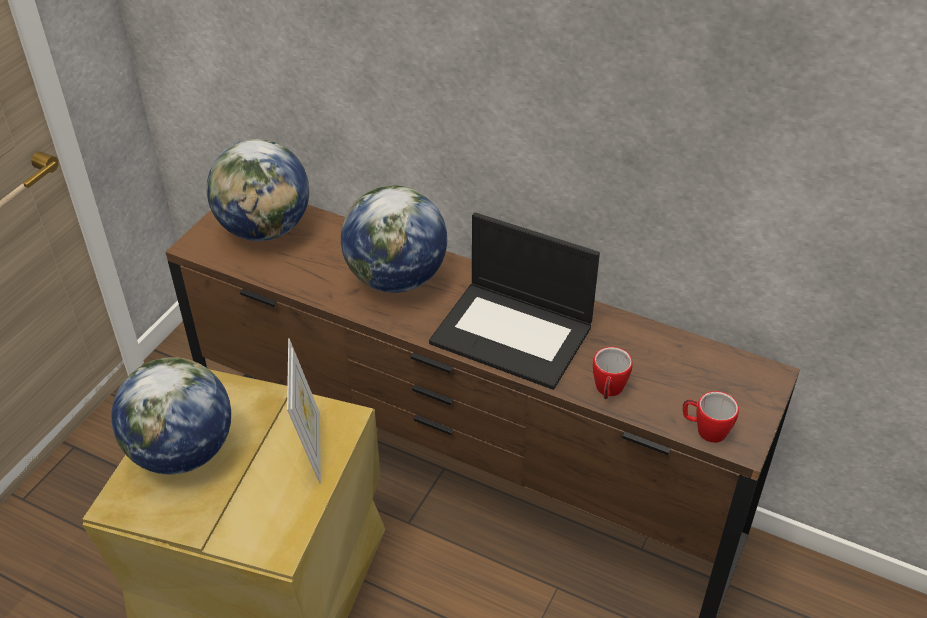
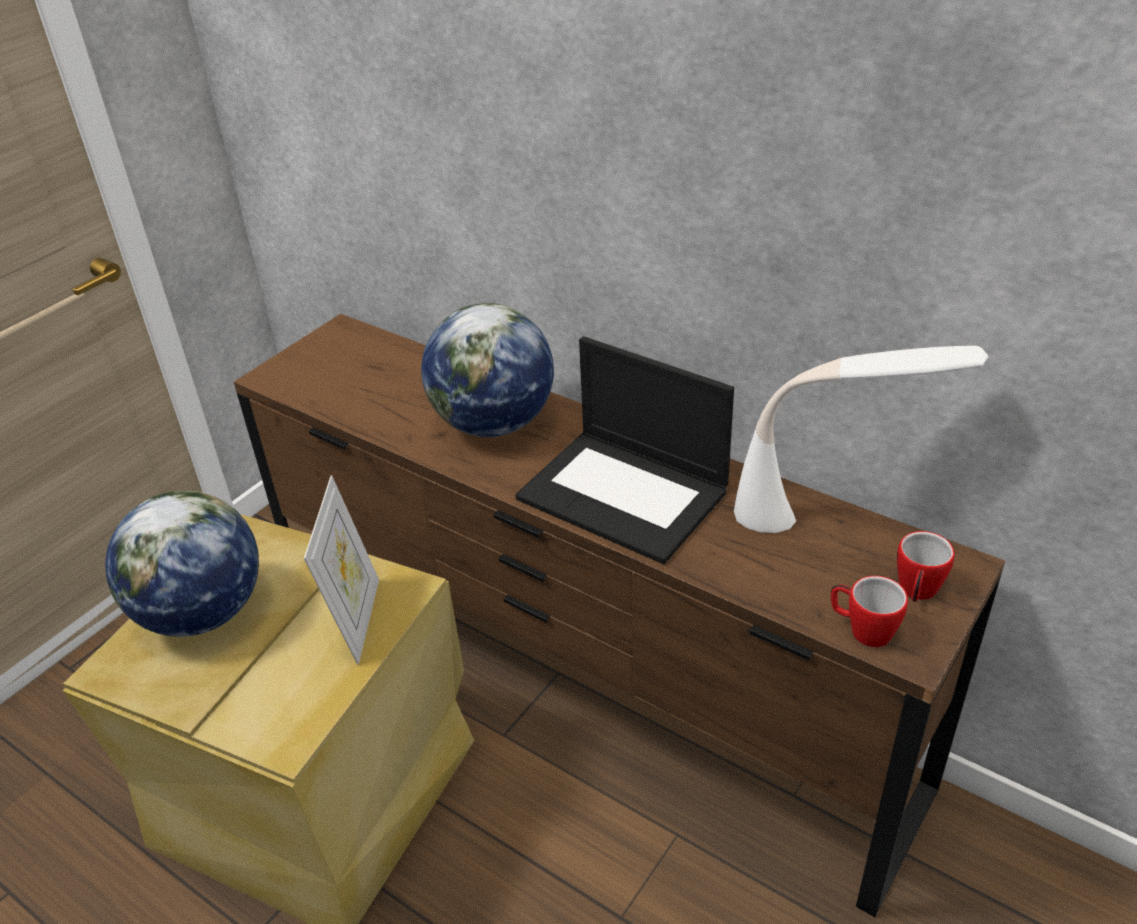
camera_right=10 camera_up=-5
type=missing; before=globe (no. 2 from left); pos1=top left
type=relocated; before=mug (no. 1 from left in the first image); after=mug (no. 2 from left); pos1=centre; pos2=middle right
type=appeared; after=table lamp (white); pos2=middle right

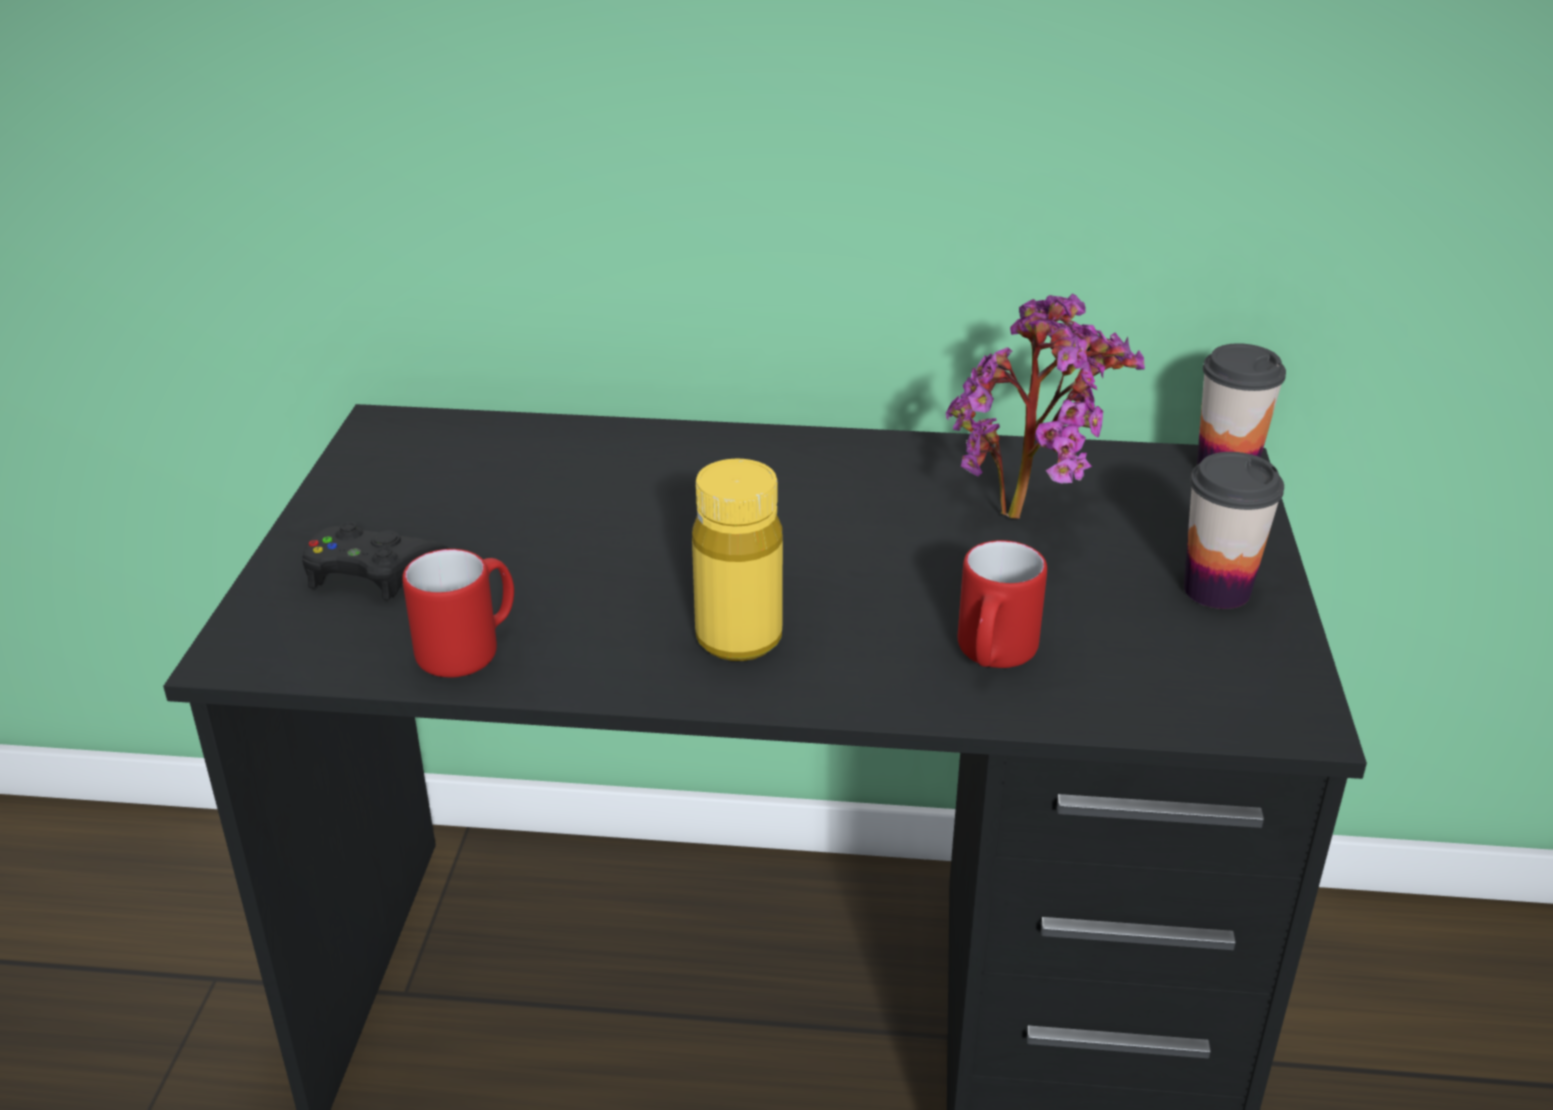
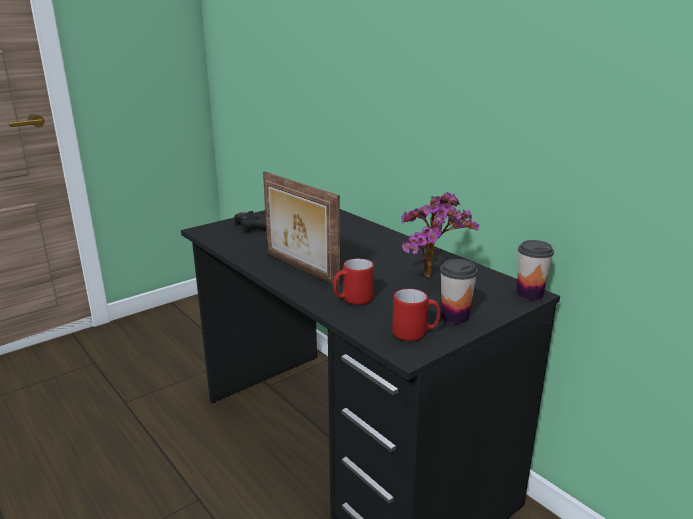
camera_right=45 camera_up=-10
type=relocated; before=mug (red) (no. 1 from left in the first image); after=mug (red) (no. 2 from left); pos1=middle left; pos2=centre
type=exchanged; before=bottle (yellow); after=picture frame; pos1=centre; pos2=centre

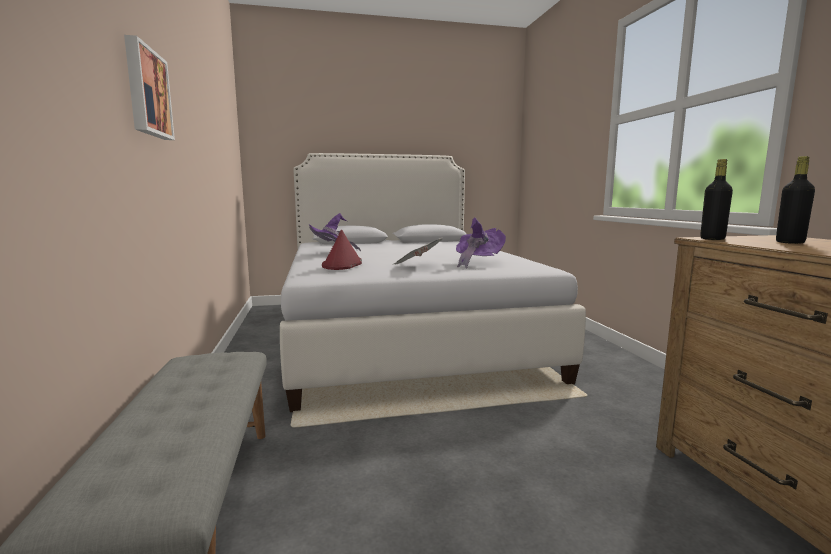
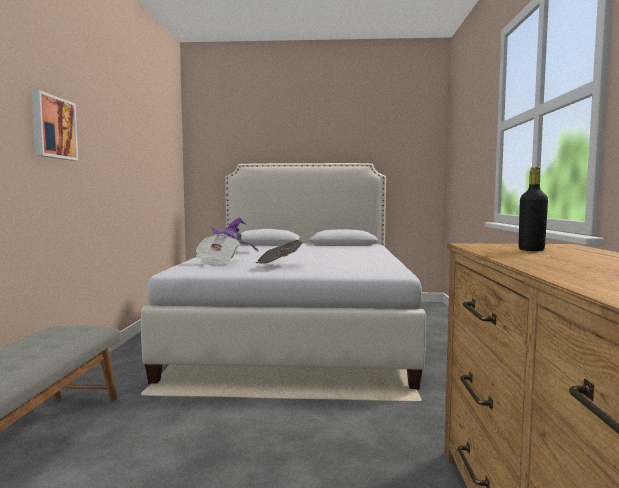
camera_right=15 camera_up=-5
type=exchanged; before=hat (red); after=newspaper (no. 1 from left); pos1=centre; pos2=centre
type=missing; before=hat (purple) (no. 2 from left); pos1=centre
type=missing; before=bottle (black) (no. 1 from left); pos1=middle right

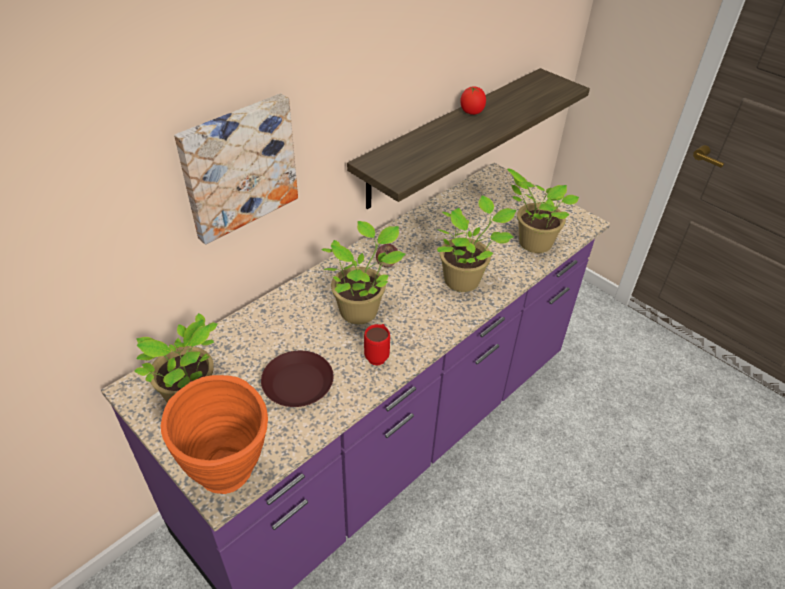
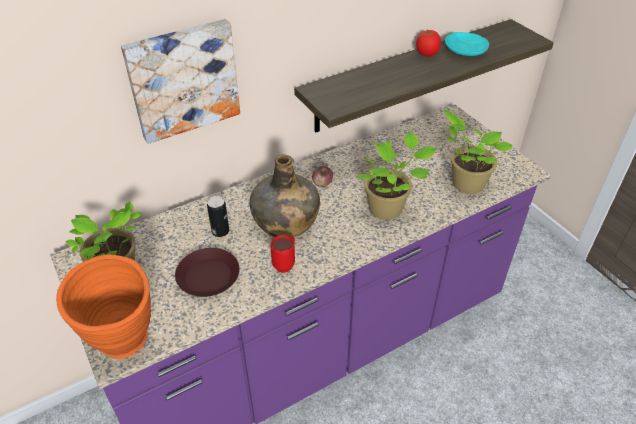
camera_right=15 camera_up=0
type=exchanged; before=potted plant (no. 2 from left); after=bottle (green); pos1=centre; pos2=centre
type=appeared; after=can; pos2=centre
type=appeared; after=plate (turquoise); pos2=top right

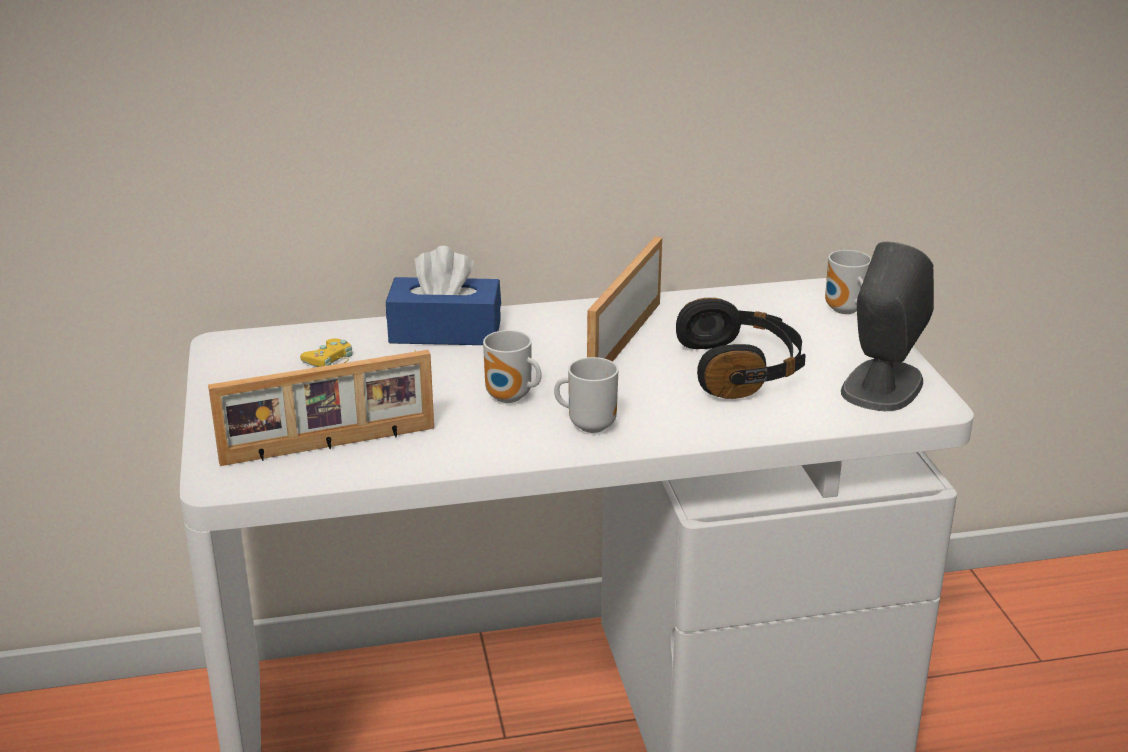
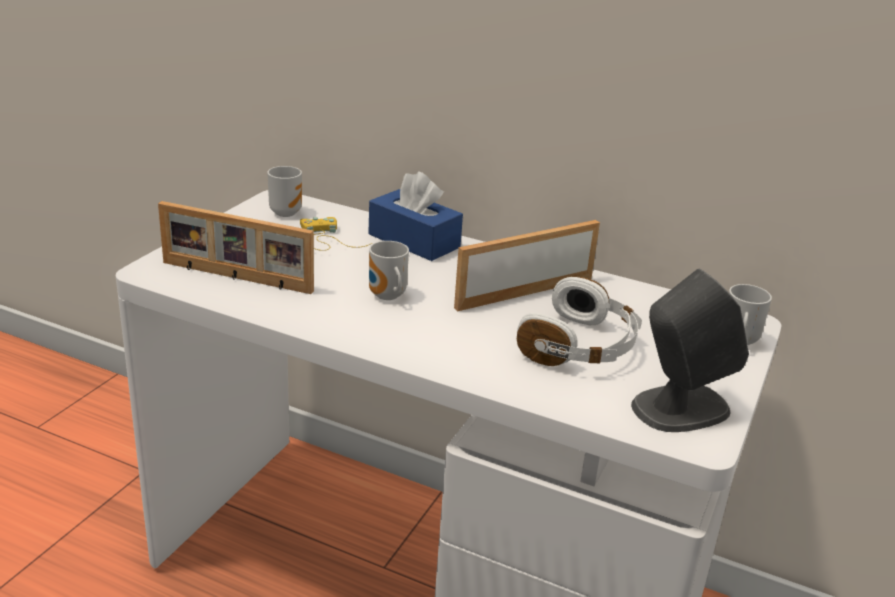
camera_right=35 camera_up=0
type=relocated; before=mug (no. 2 from left in the first image); after=mug (no. 1 from left); pos1=centre; pos2=top left
type=colour; before=headphones (black); after=headphones (white); pos1=centre; pos2=centre

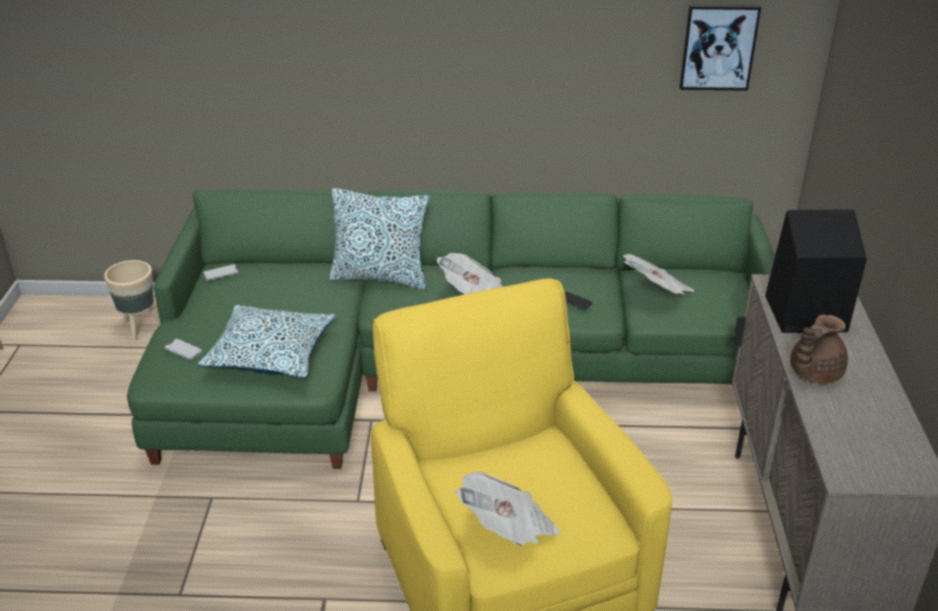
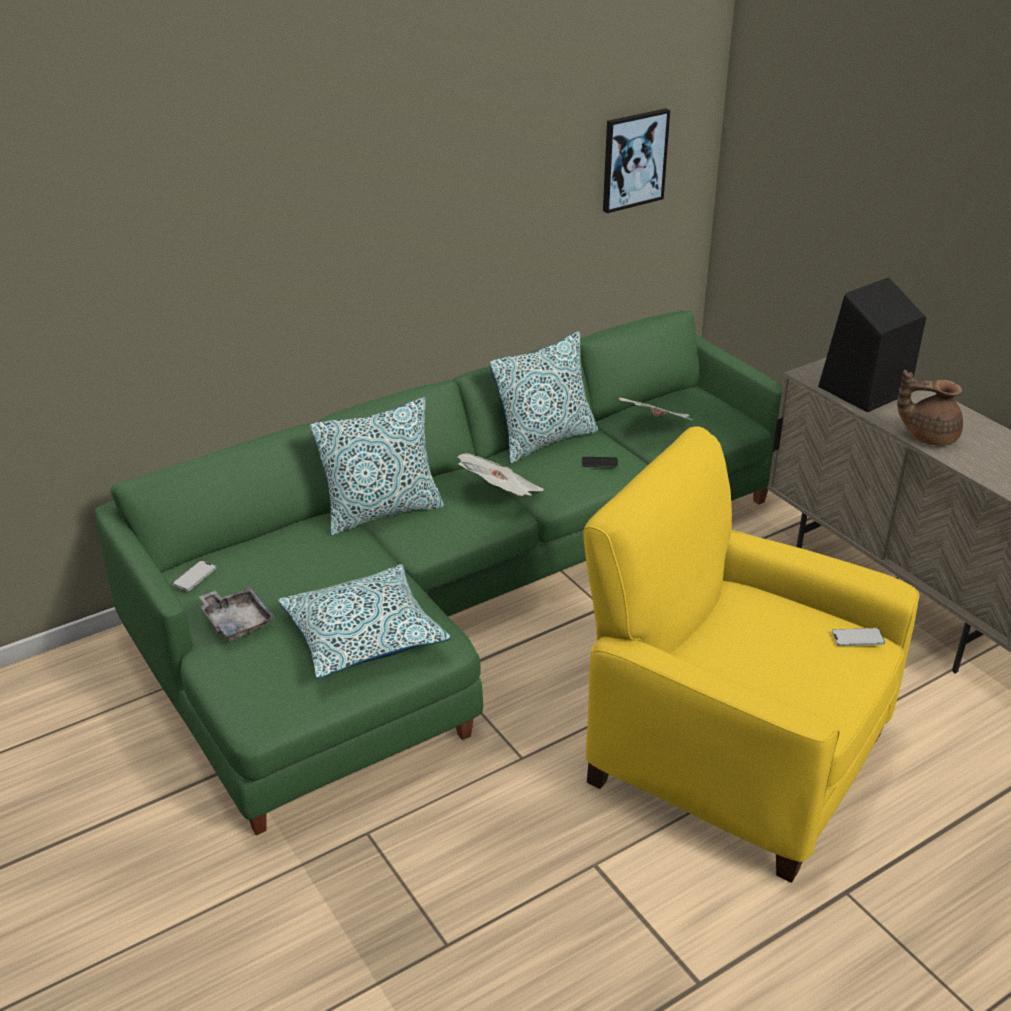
camera_right=-35 camera_up=0
type=missing; before=planter (beige); pos1=middle left
type=relocated; before=phone (no. 1 from left in the first image); after=phone (no. 3 from left); pos1=middle left; pos2=middle right
type=missing; before=newspaper (no. 2 from left); pos1=bottom centre
type=spun; before=teapot (brown); pos1=middle right; pos2=middle right; turn=90
type=appeared; after=tray (grey); pos2=middle left
type=appeared; after=pillow (no. 3 from left); pos2=centre

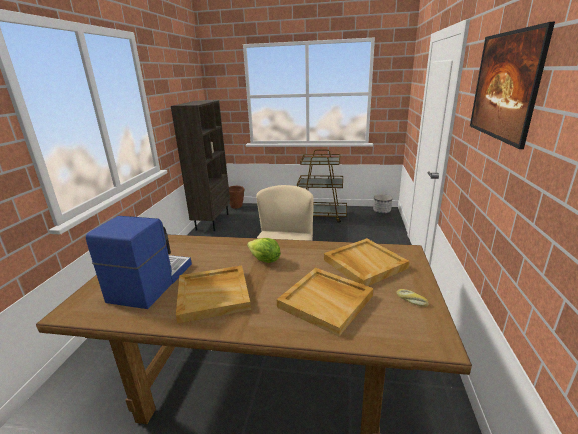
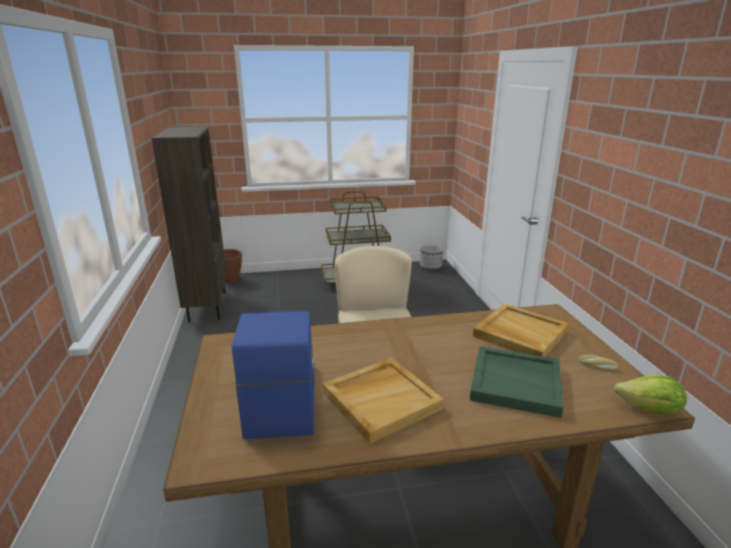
camera_right=-20 camera_up=0
type=relocated; before=lettuce; pos1=centre; pos2=bottom right
type=colour; before=tray (beige) (no. 2 from left); after=tray (green); pos1=bottom centre; pos2=bottom right
type=missing; before=picture; pos1=top right

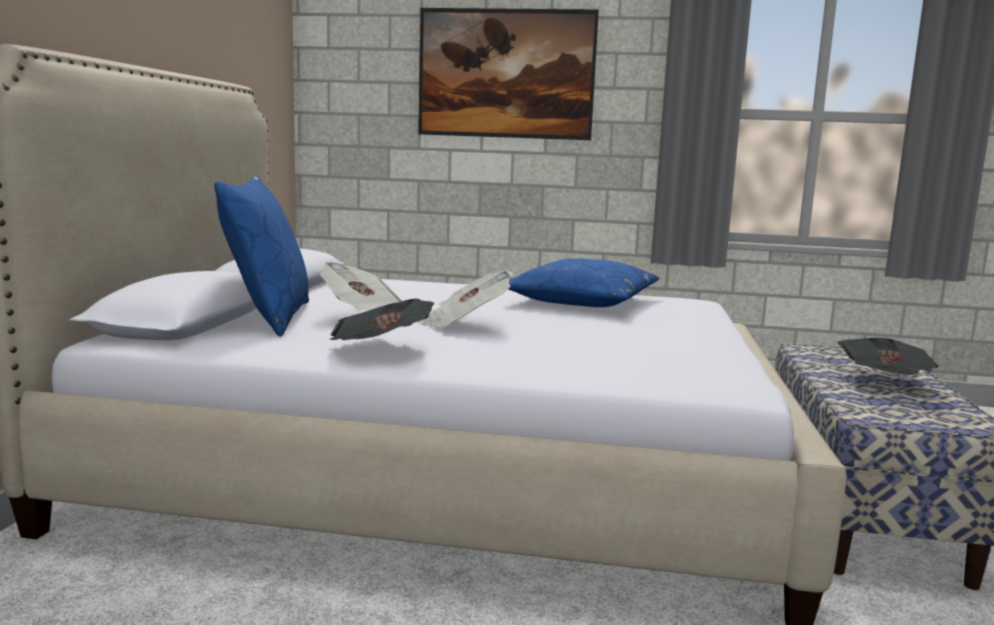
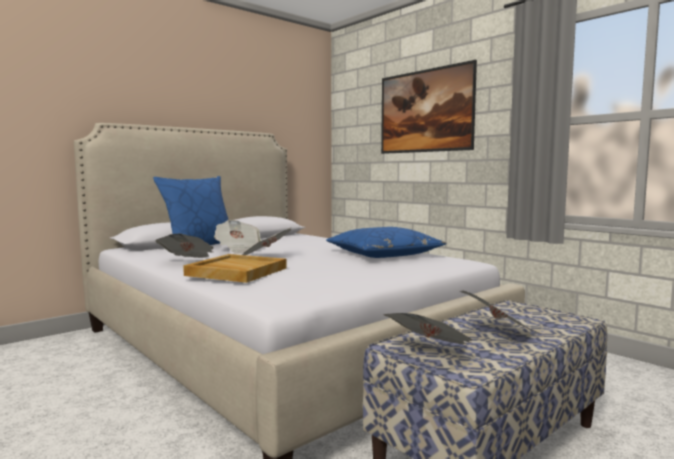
camera_right=40 camera_up=-5
type=appeared; after=tray (beige); pos2=centre
type=appeared; after=newspaper (no. 4 from left); pos2=bottom centre

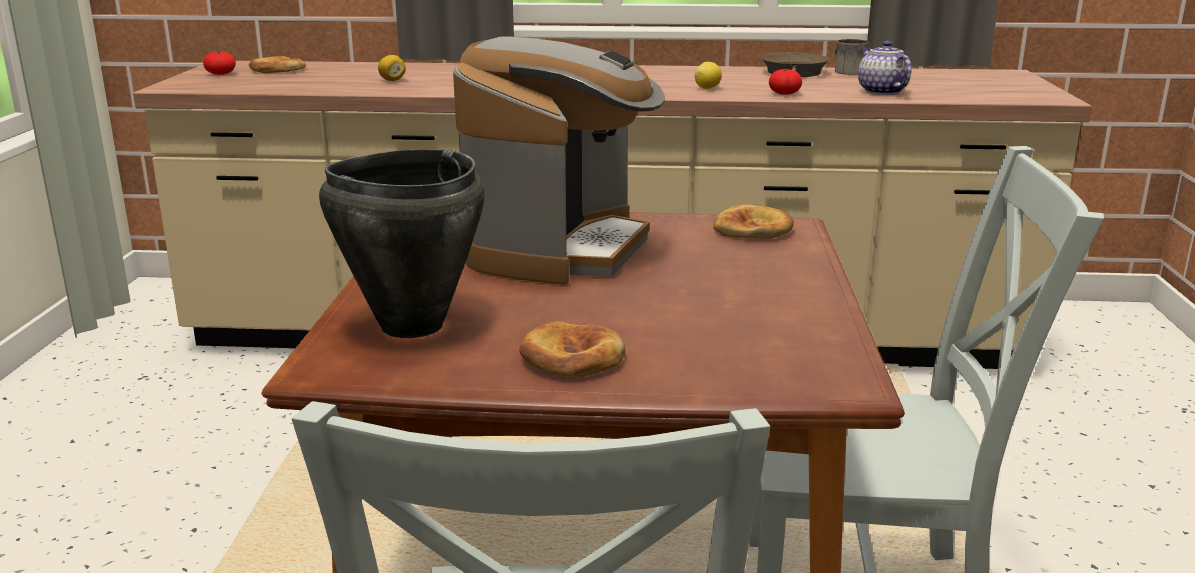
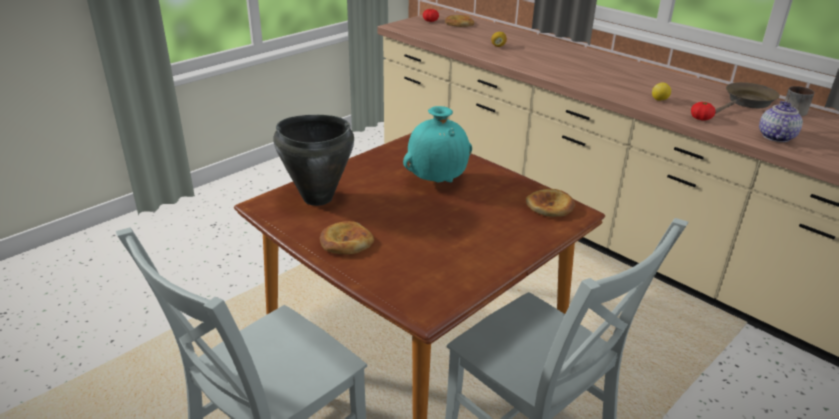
camera_right=40 camera_up=10
type=exchanged; before=coffee machine; after=vase (turquoise); pos1=top centre; pos2=centre

